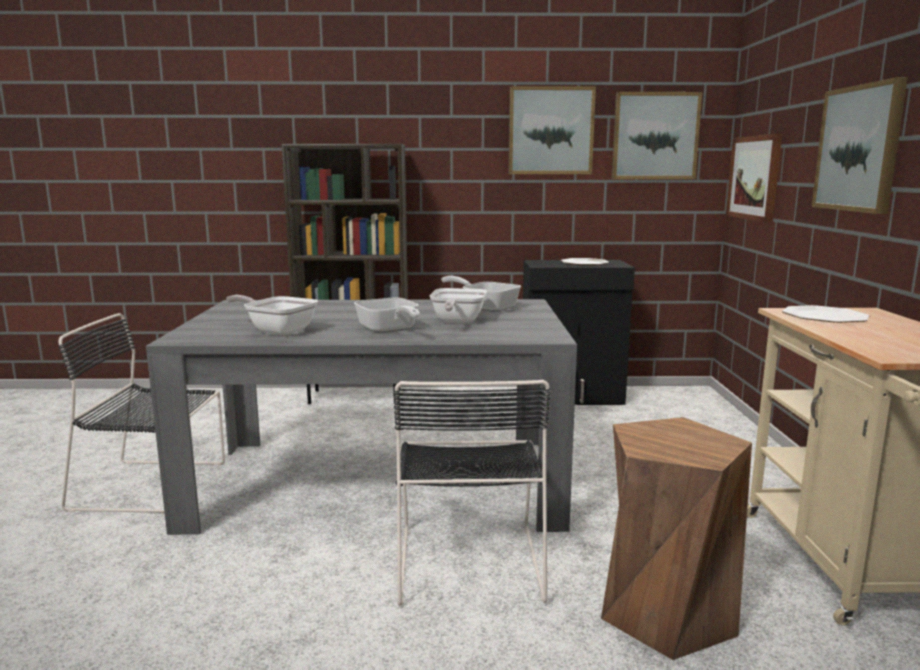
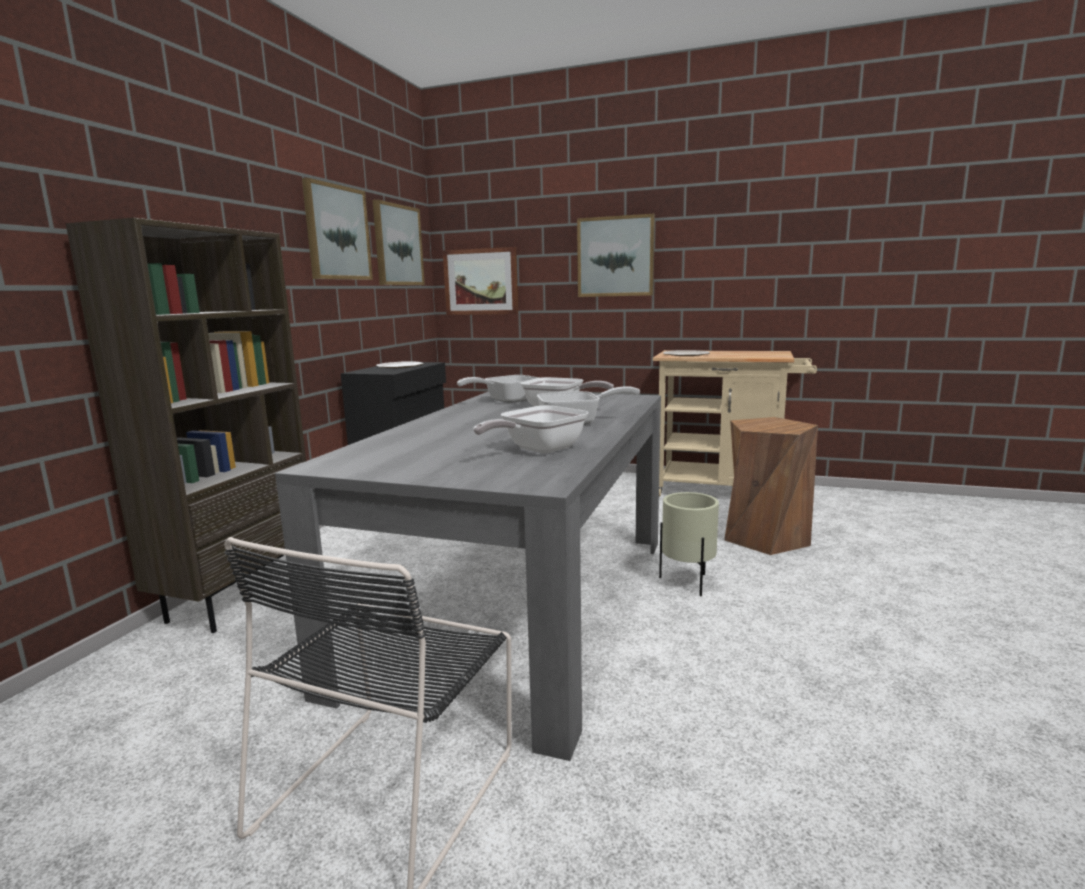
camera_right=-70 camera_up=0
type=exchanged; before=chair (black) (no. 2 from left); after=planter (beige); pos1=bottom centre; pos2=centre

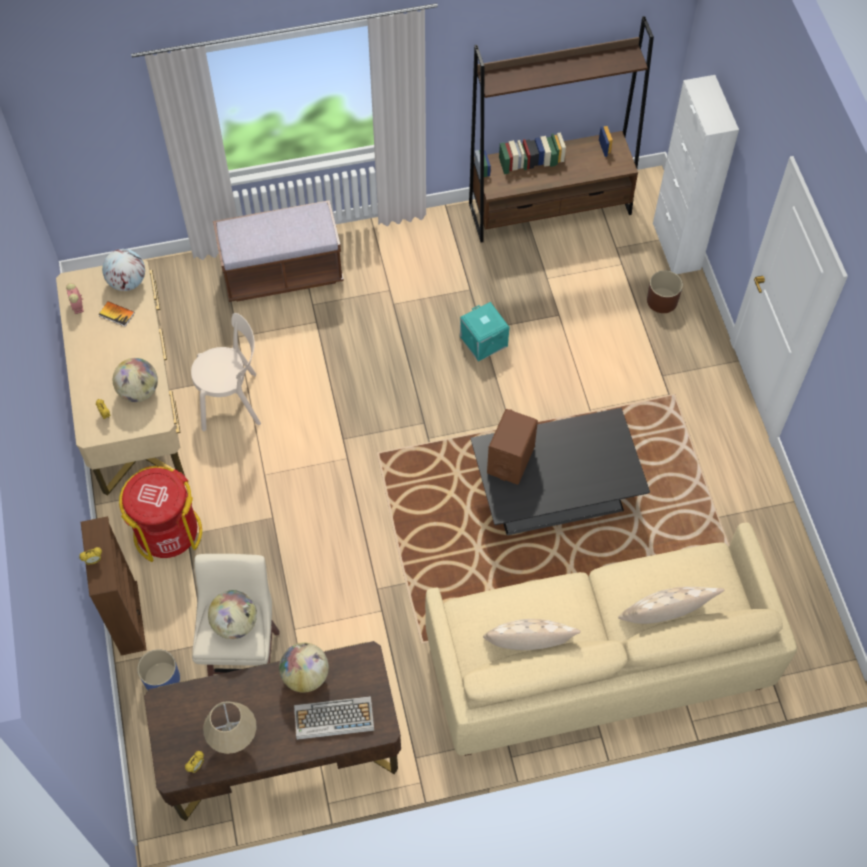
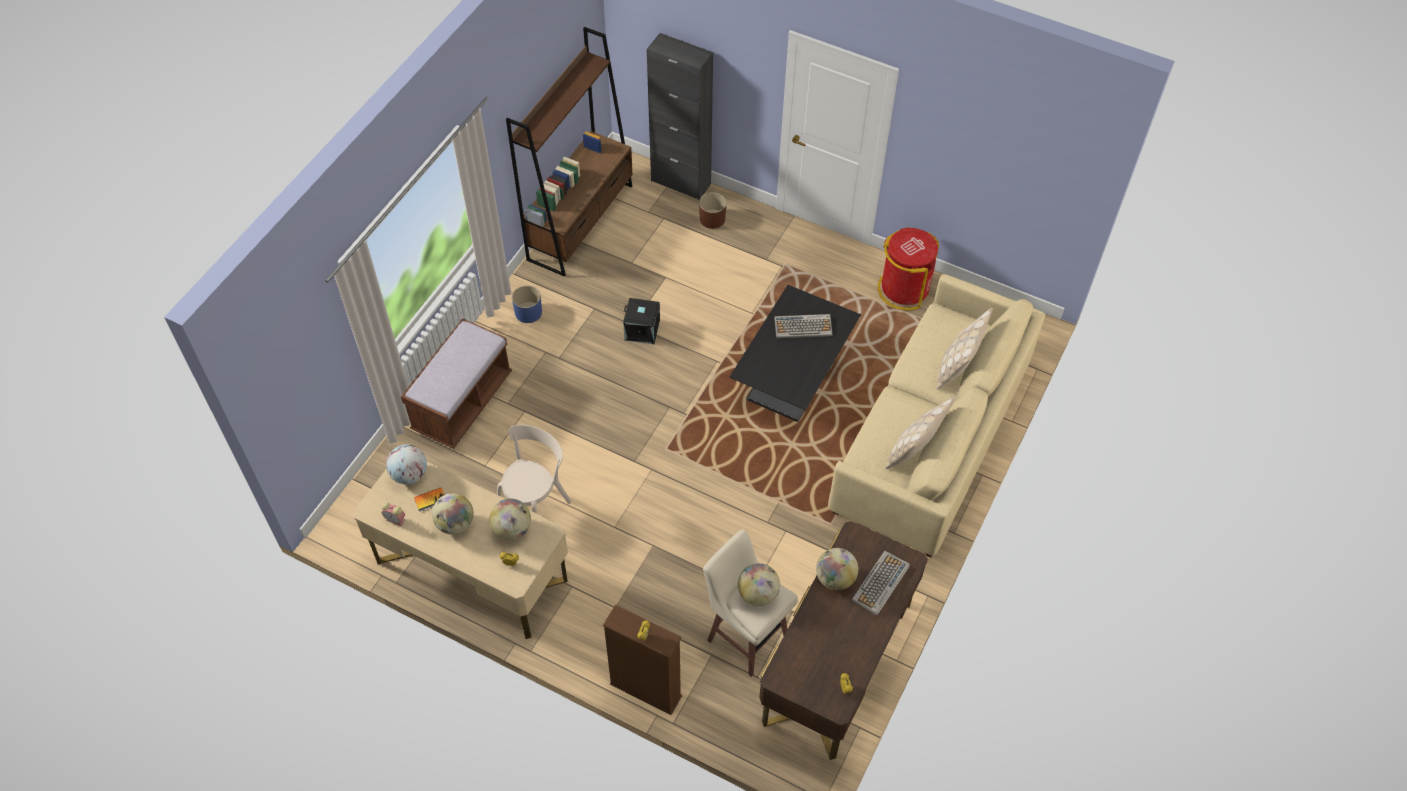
camera_right=-50 camera_up=-5
type=relocated; before=trash can (red); pos1=middle left; pos2=centre
type=relocated; before=planter (blue); pos1=bottom left; pos2=centre
type=missing; before=table lamp (beige); pos1=bottom left
type=colour; before=storage box (turquoise); after=storage box (black); pos1=centre; pos2=centre
type=missing; before=speaker (brown); pos1=centre
type=colour; before=cabinet (white); after=cabinet (black); pos1=top right; pos2=top centre
type=appeared; after=globe (no. 2 from left); pos2=middle left
type=appeared; after=keyboard (no. 1 from left); pos2=centre

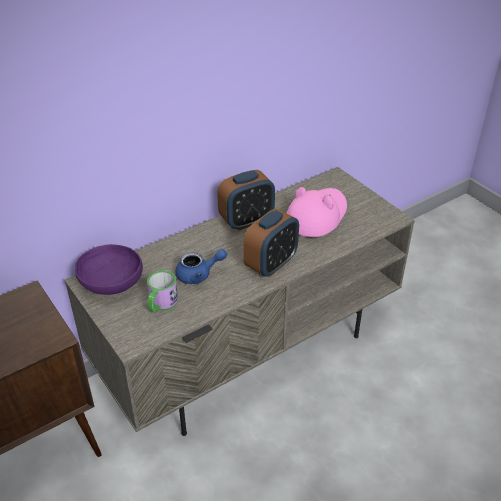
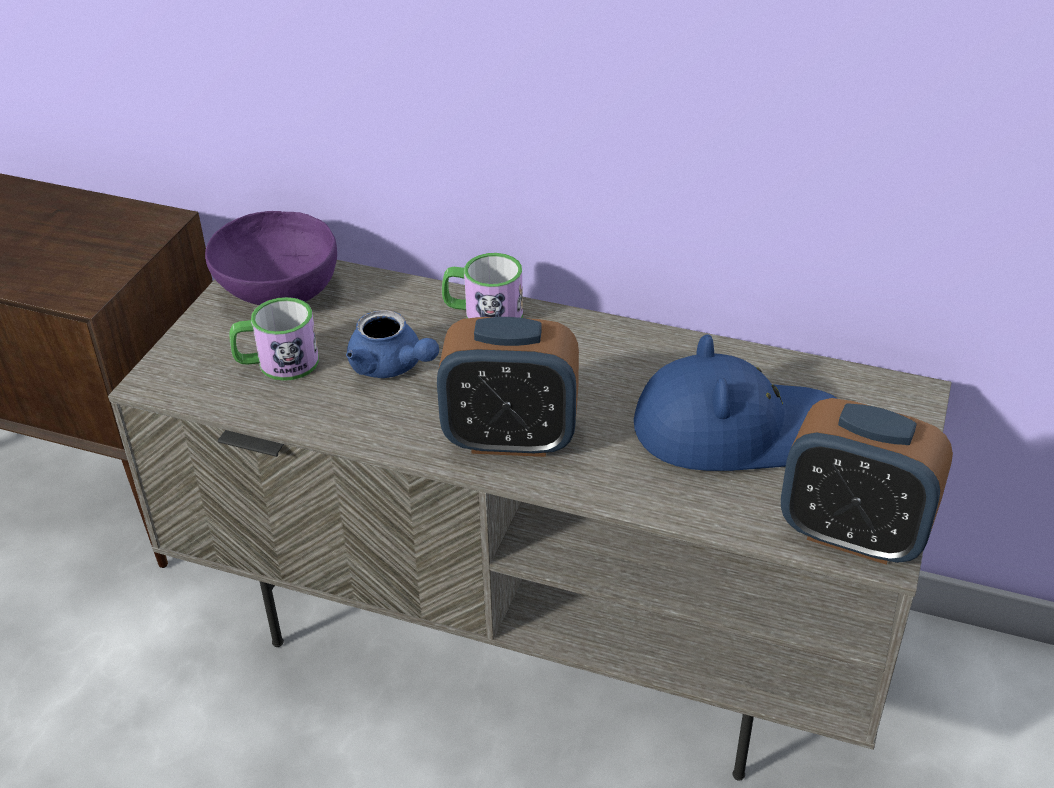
camera_right=55 camera_up=0
type=relocated; before=alarm clock (no. 1 from left in the first image); after=alarm clock (no. 2 from left); pos1=centre; pos2=middle right
type=colour; before=hat (pink); after=hat (blue); pos1=centre; pos2=middle right
type=appeared; after=mug (no. 2 from left); pos2=centre

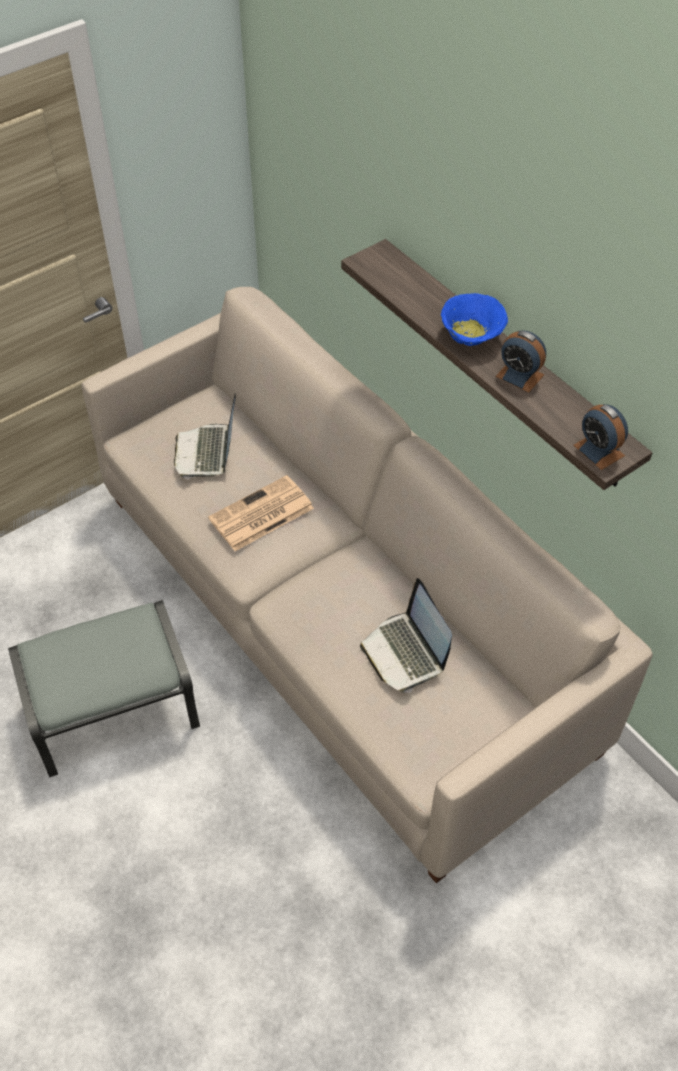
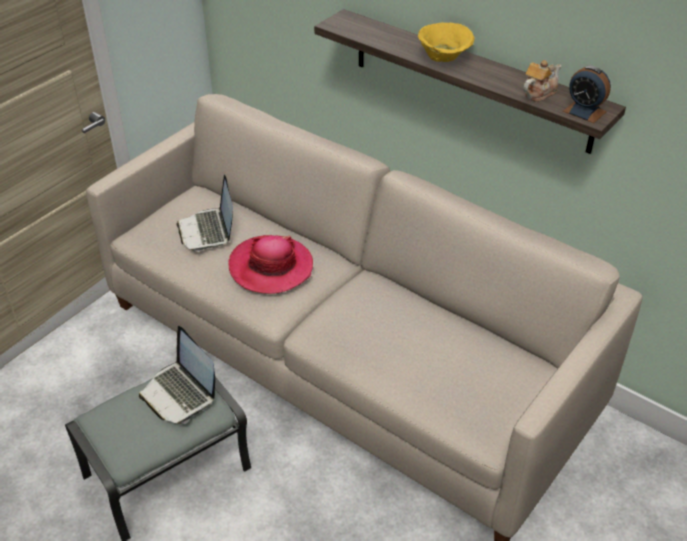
camera_right=-15 camera_up=-10
type=exchanged; before=newspaper; after=hat; pos1=centre; pos2=centre
type=relocated; before=laptop (no. 2 from left in the first image); after=laptop (no. 1 from left); pos1=centre; pos2=bottom left
type=colour; before=bowl (blue); after=bowl (yellow); pos1=top right; pos2=top centre
type=missing; before=alarm clock (no. 1 from left); pos1=middle right
type=appeared; after=teapot; pos2=top right

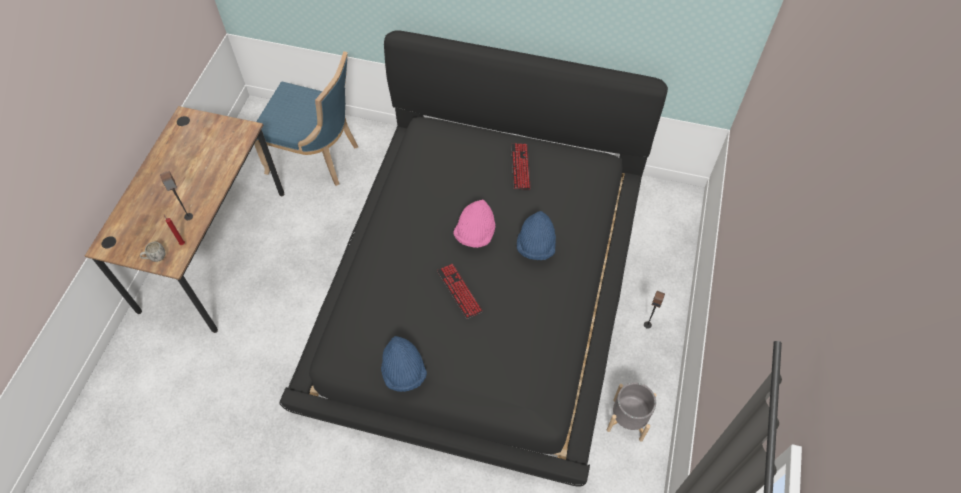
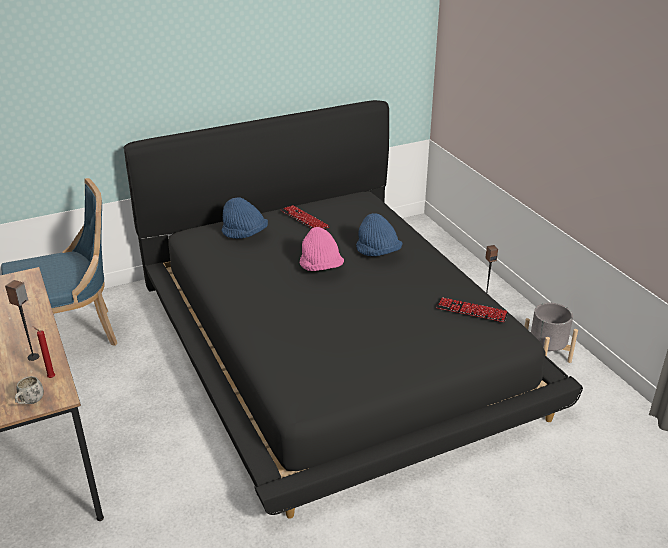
camera_right=-40 camera_up=-25
type=relocated; before=hat (blue) (no. 1 from left); pos1=bottom centre; pos2=centre
type=relocated; before=keyboard (no. 1 from left in the first image); after=keyboard (no. 2 from left); pos1=centre; pos2=middle right

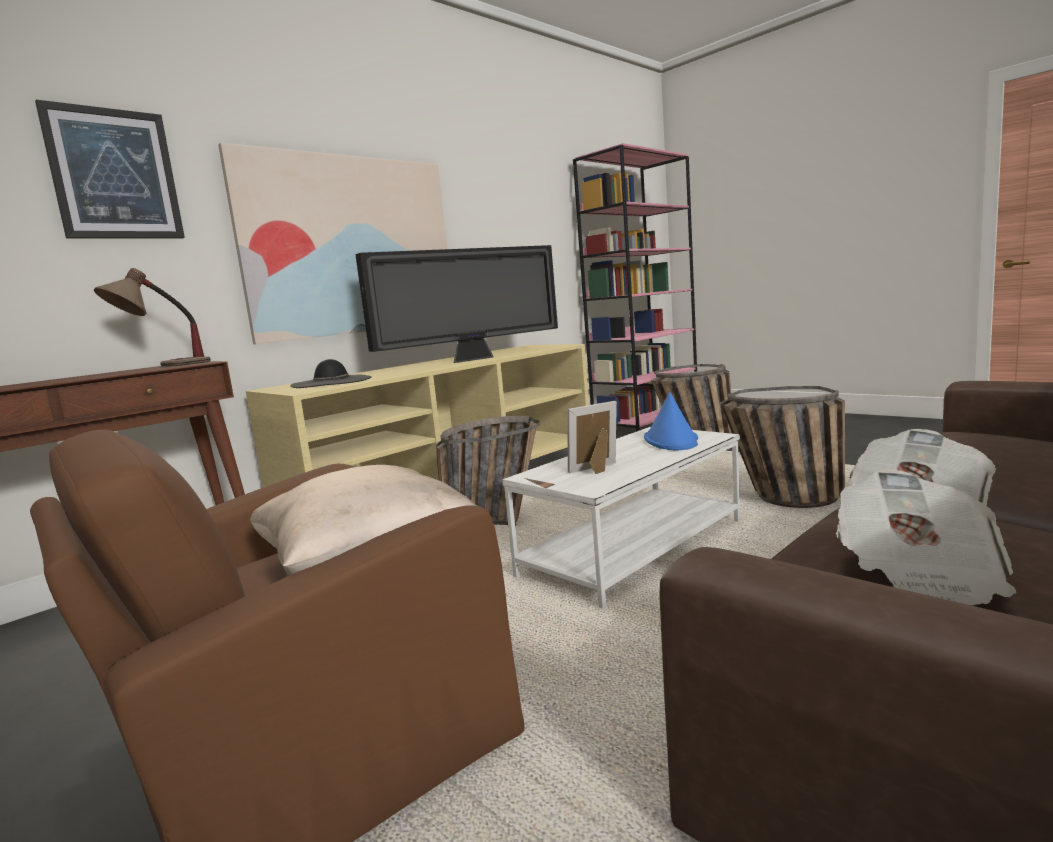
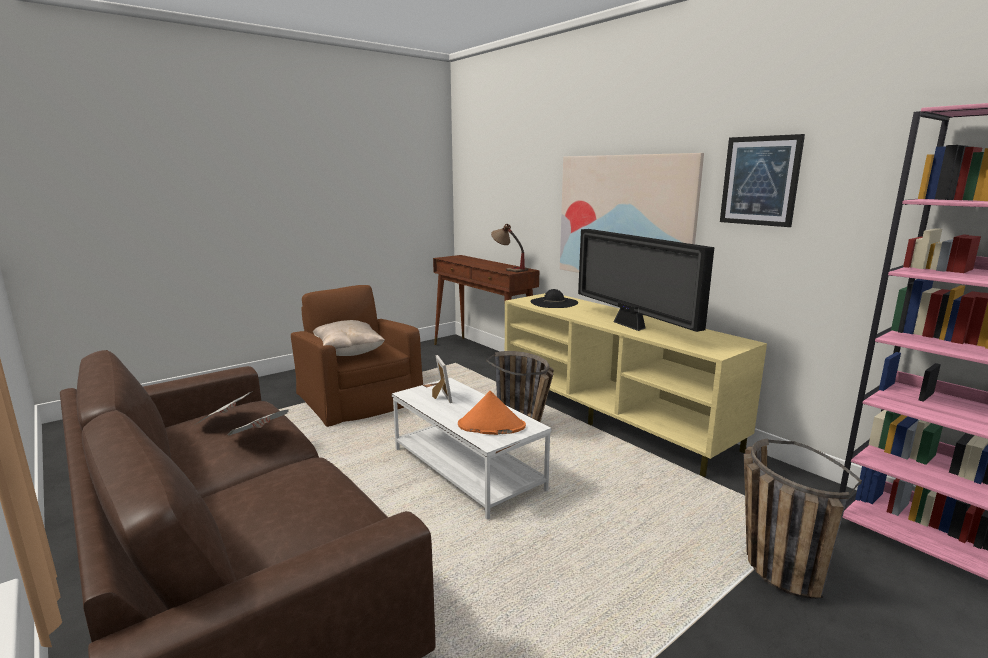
camera_right=95 camera_up=5
type=relocated; before=picture (no. 1 from left in the first image); after=picture (no. 2 from left); pos1=top left; pos2=top right
type=colour; before=hat (blue); after=hat (orange); pos1=centre; pos2=centre
type=missing; before=basket (no. 3 from left); pos1=middle right

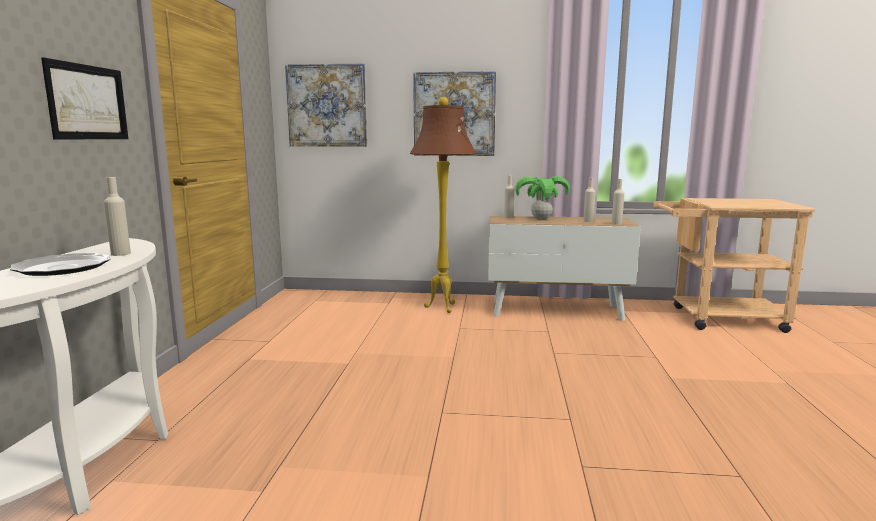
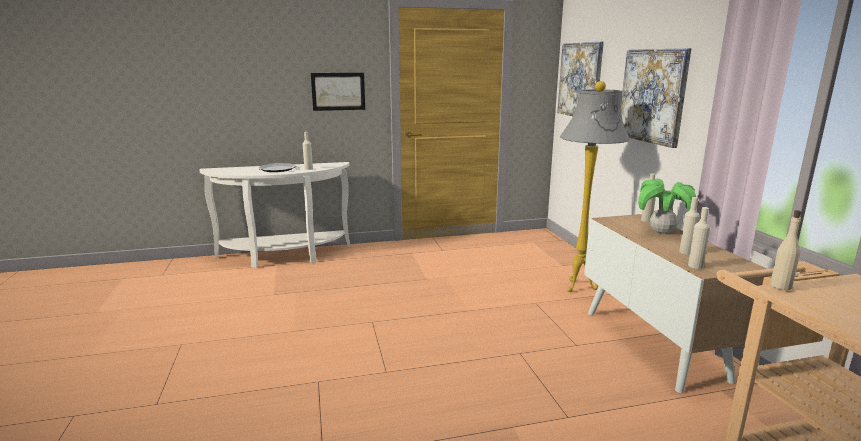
camera_right=70 camera_up=5
type=colour; before=floor lamp (brown); after=floor lamp (grey); pos1=centre; pos2=middle right
type=appeared; after=bottle (beige) (no. 5 from left); pos2=middle right

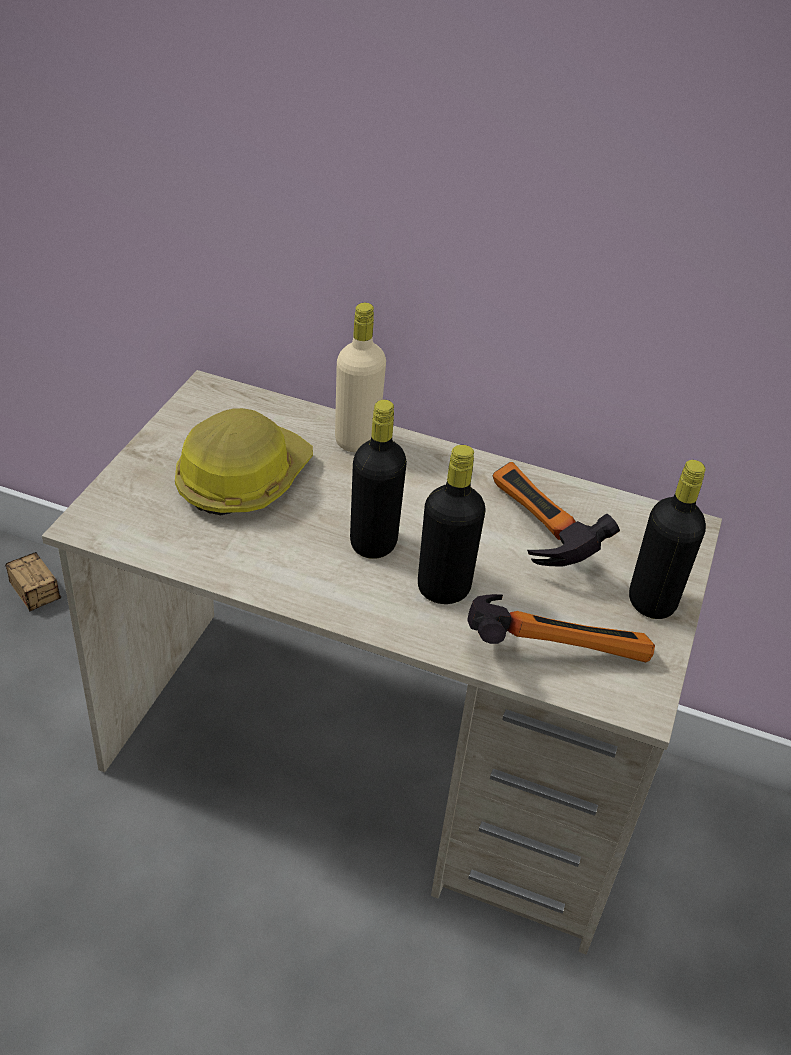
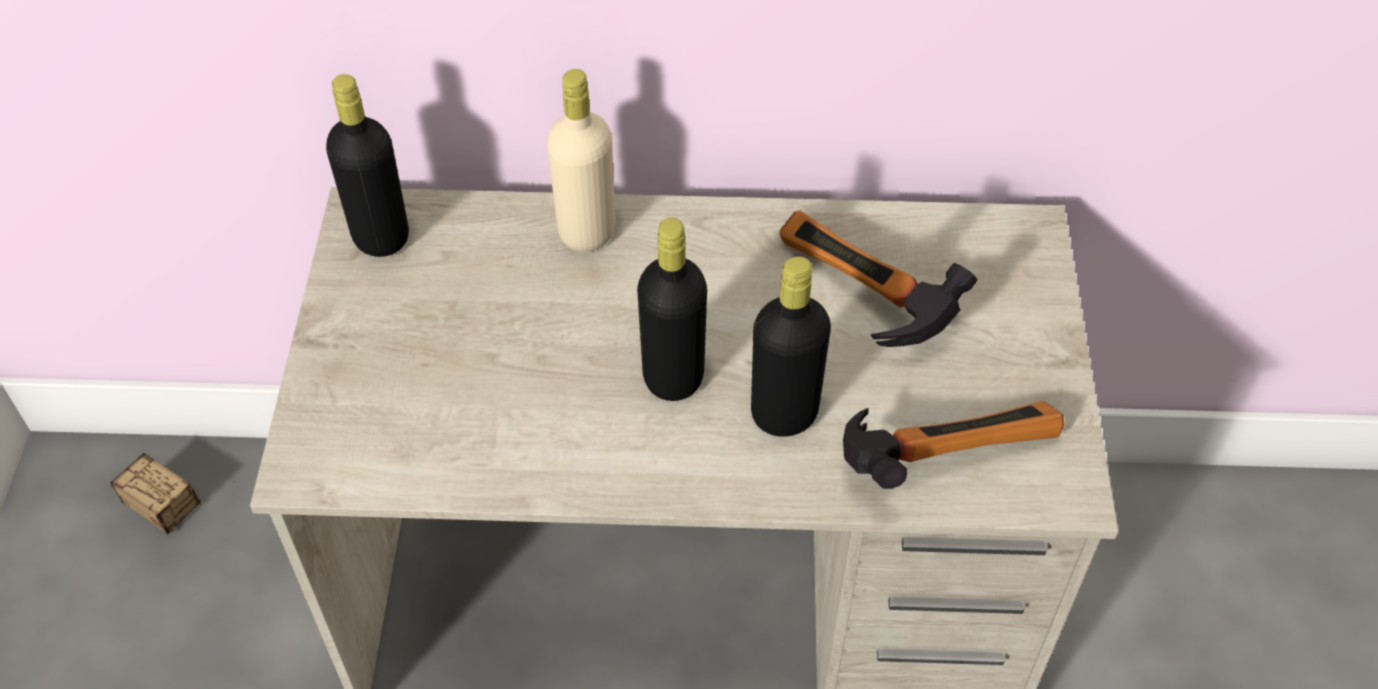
camera_right=-15 camera_up=10
type=missing; before=hard hat; pos1=middle left
type=relocated; before=bottle (black) (no. 3 from left in the first image); after=bottle (black) (no. 1 from left); pos1=middle right; pos2=top left

